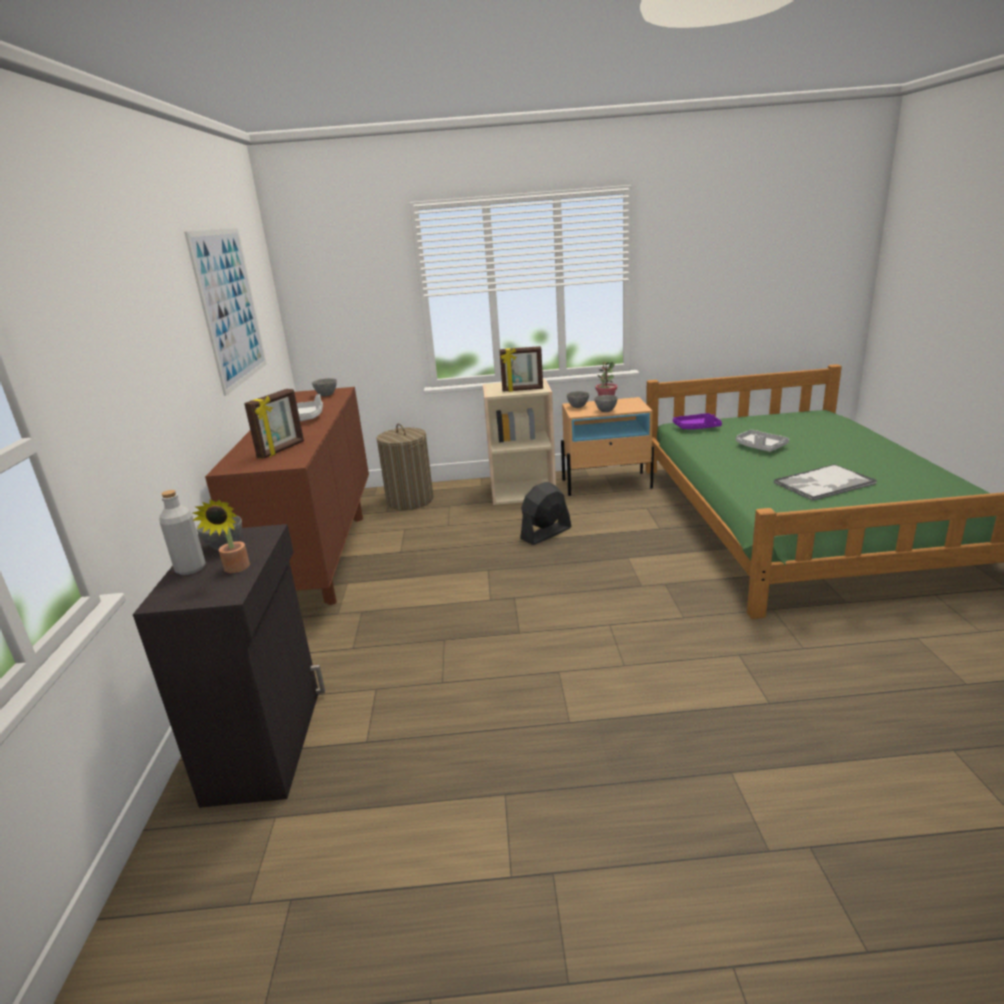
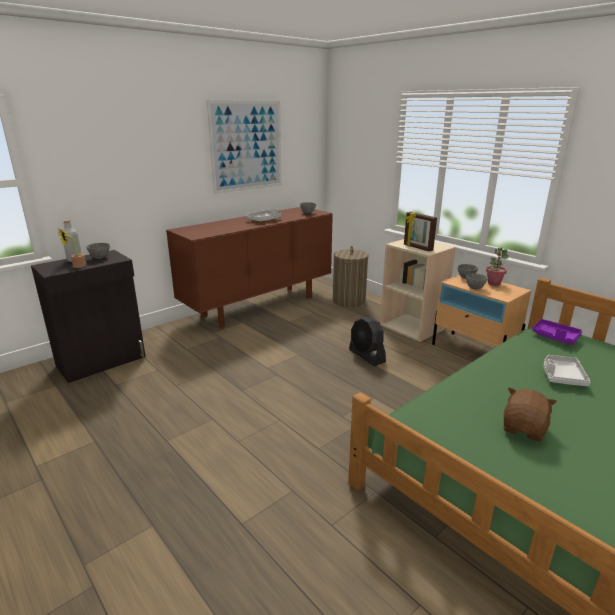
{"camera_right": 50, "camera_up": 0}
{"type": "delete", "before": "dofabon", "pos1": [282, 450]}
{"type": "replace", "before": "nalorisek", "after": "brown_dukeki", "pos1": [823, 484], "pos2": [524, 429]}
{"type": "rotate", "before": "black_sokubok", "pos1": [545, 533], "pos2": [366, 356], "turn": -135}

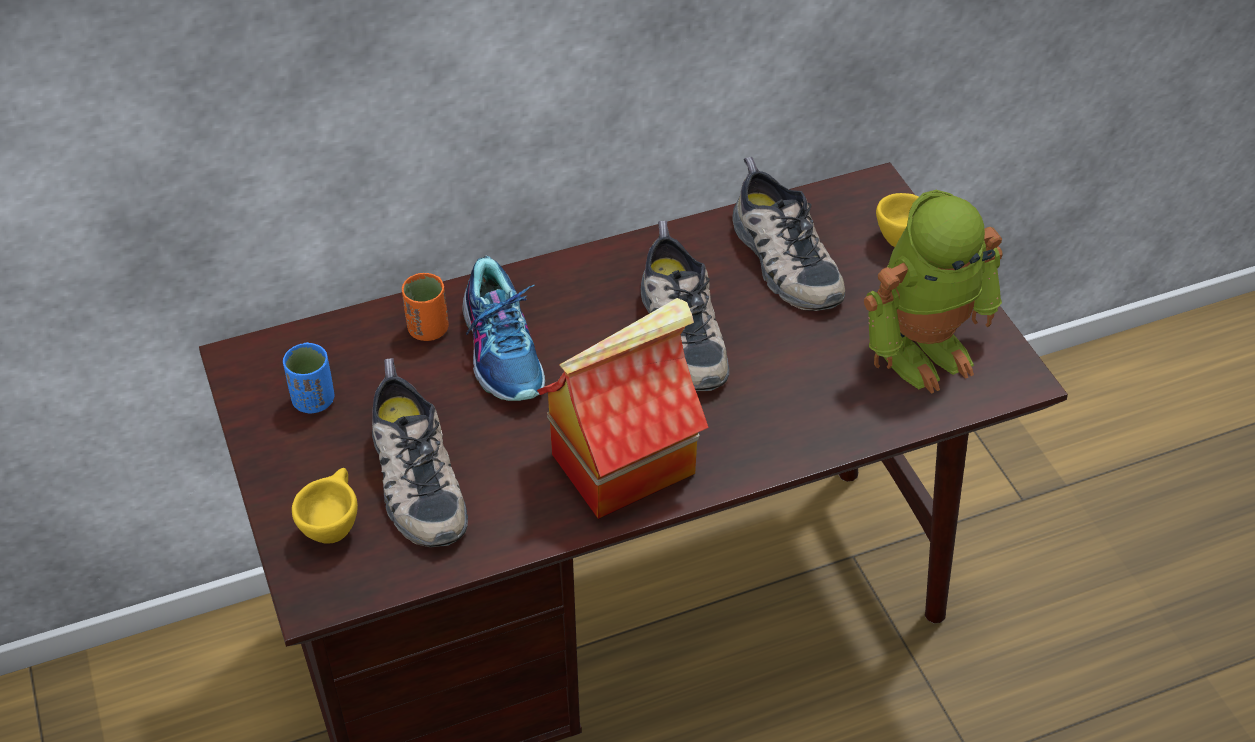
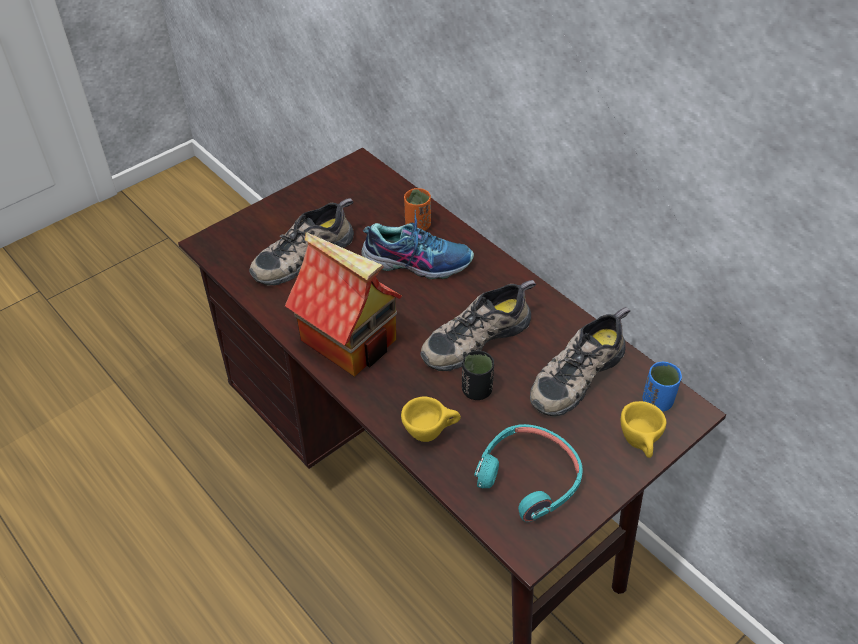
{"camera_right": 70, "camera_up": 0}
{"type": "replace", "before": "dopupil", "after": "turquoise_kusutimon", "pos1": [923, 349], "pos2": [528, 478]}
{"type": "rotate", "before": "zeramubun", "pos1": [504, 350], "pos2": [417, 261], "turn": -135}
{"type": "move", "before": "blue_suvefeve", "pos1": [314, 400], "pos2": [657, 401]}
{"type": "move", "before": "yellow_suvefeve", "pos1": [333, 525], "pos2": [430, 432]}
{"type": "insert", "after": "black_suvefeve", "pos2": [476, 390]}

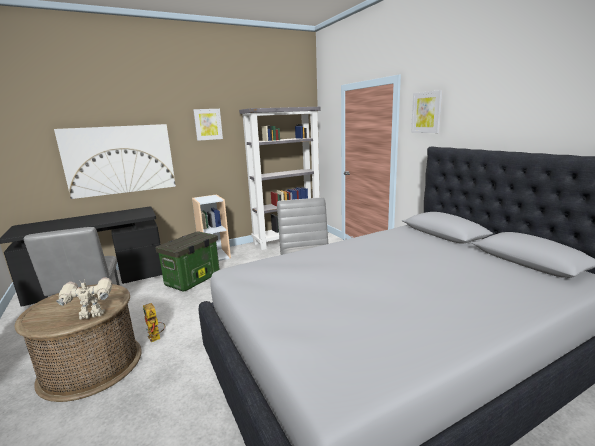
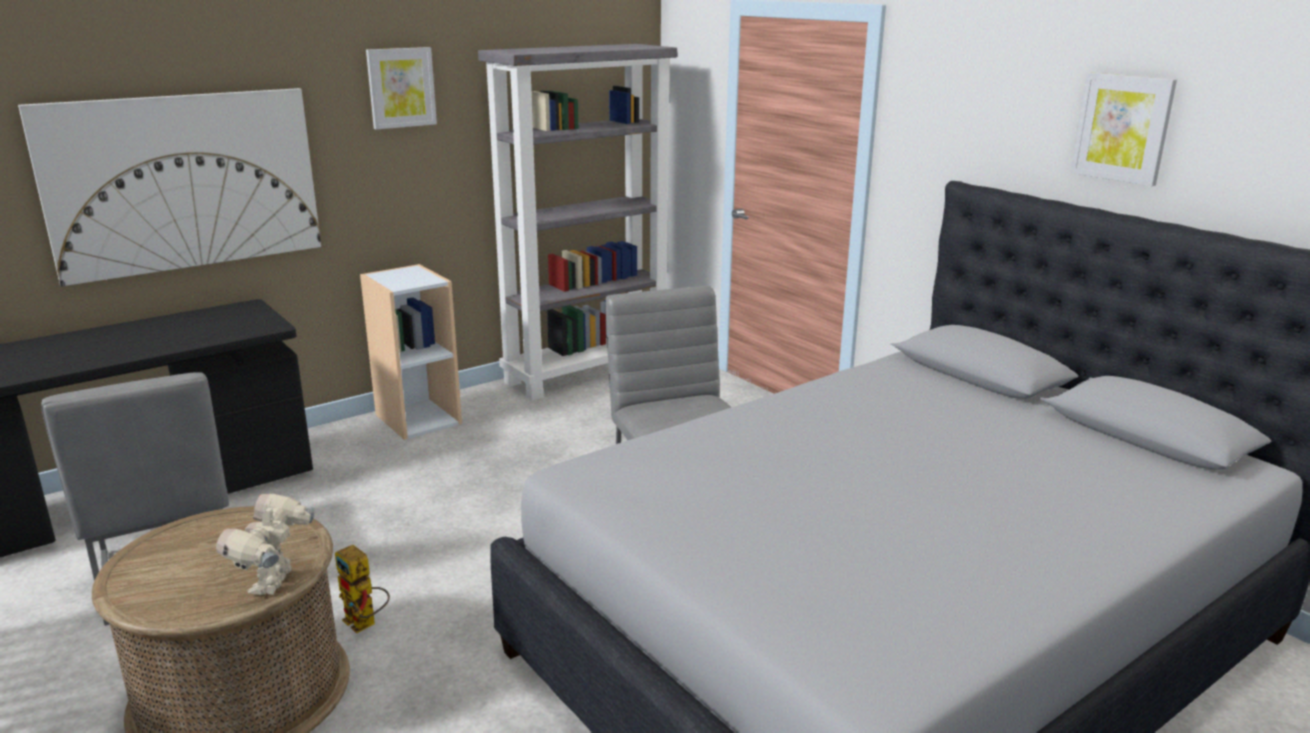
{"camera_right": -10, "camera_up": 5}
{"type": "move", "before": "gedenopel", "pos1": [426, 112], "pos2": [1122, 128]}
{"type": "delete", "before": "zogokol", "pos1": [193, 280]}
{"type": "rotate", "before": "dopupil", "pos1": [92, 316], "pos2": [275, 583], "turn": -60}

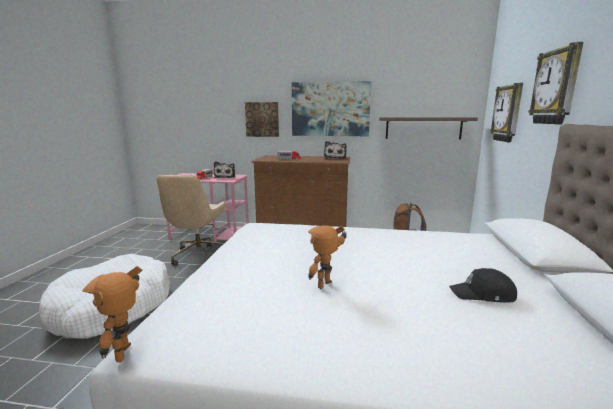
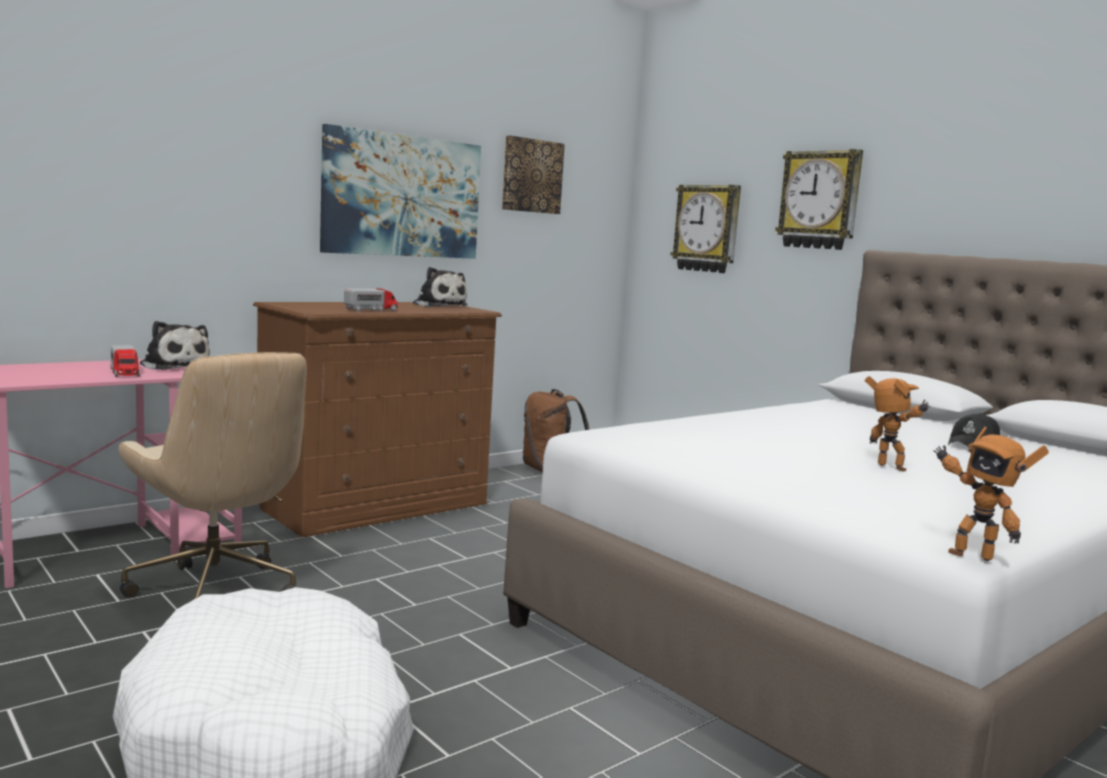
{"camera_right": -50, "camera_up": -5}
{"type": "move", "before": "gedenopel", "pos1": [262, 119], "pos2": [531, 176]}
{"type": "delete", "before": "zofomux", "pos1": [423, 128]}
{"type": "rotate", "before": "dopupil", "pos1": [327, 286], "pos2": [889, 468], "turn": 150}

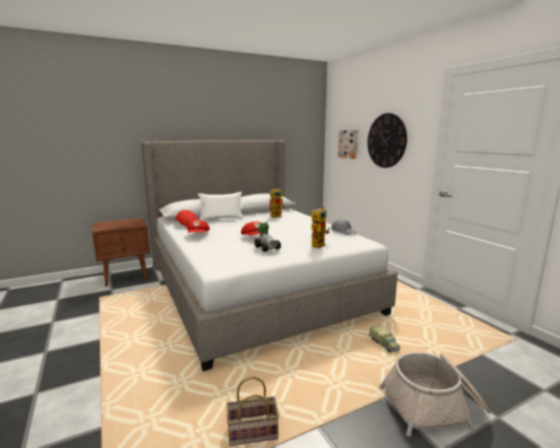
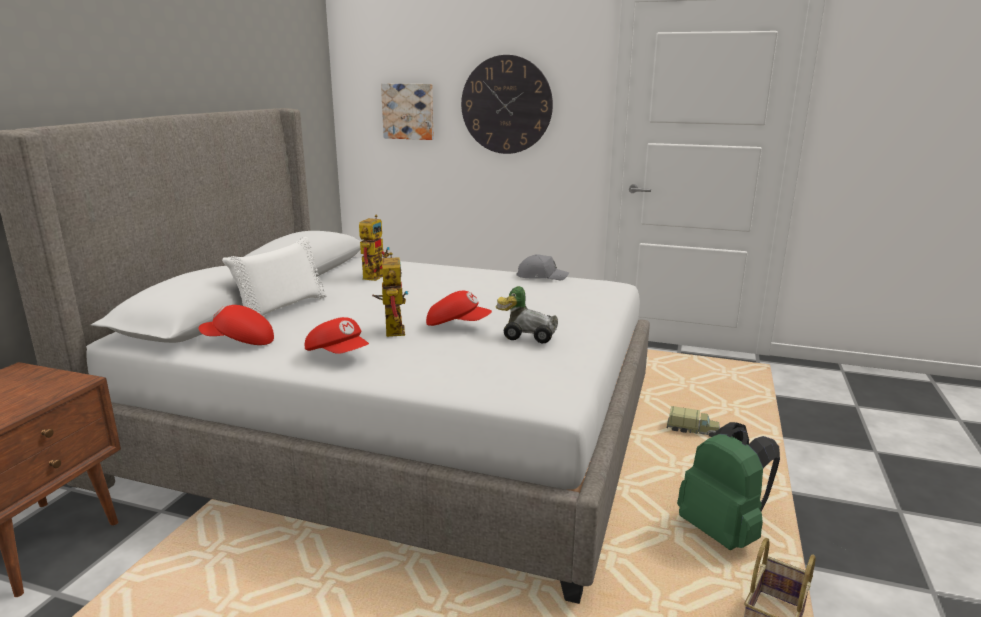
{"camera_right": -45, "camera_up": 5}
{"type": "move", "before": "dopupil", "pos1": [318, 244], "pos2": [391, 329]}
{"type": "delete", "before": "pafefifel", "pos1": [434, 406]}
{"type": "insert", "after": "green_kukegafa", "pos2": [723, 532]}

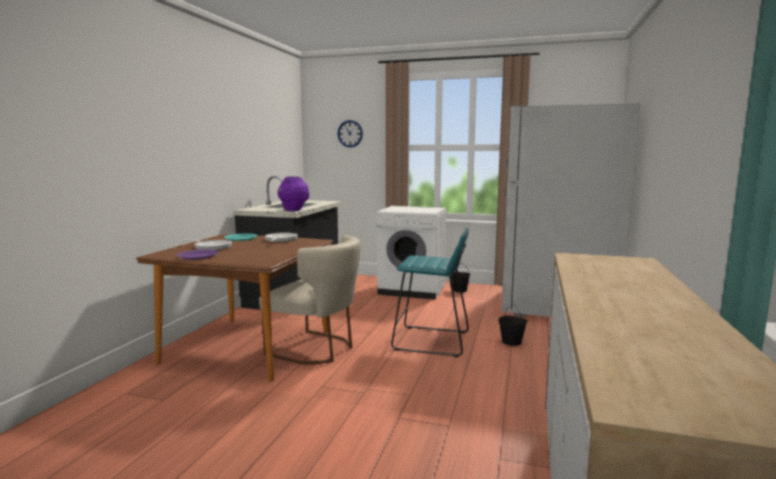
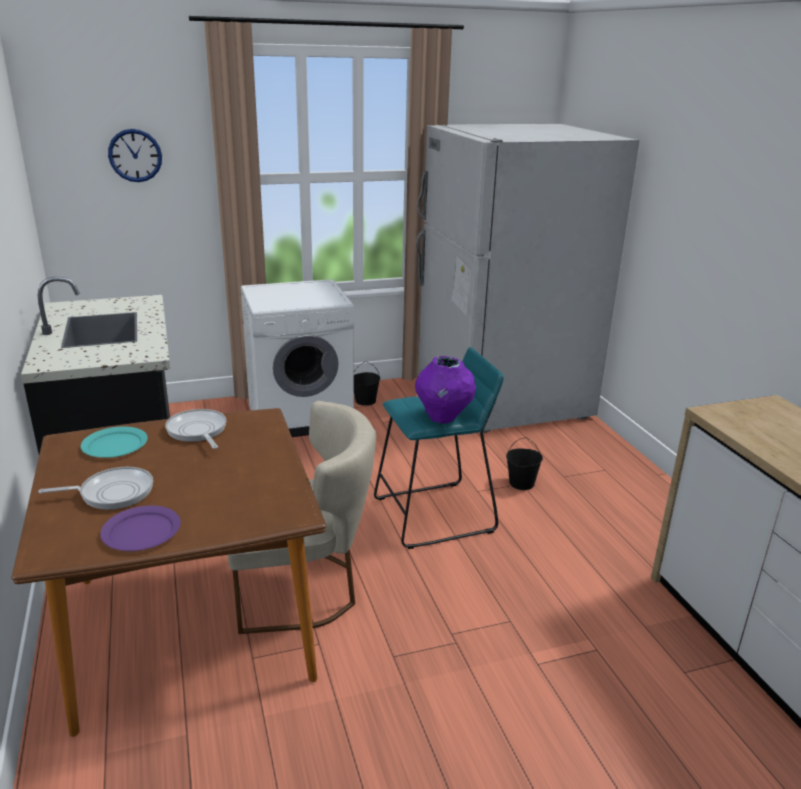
{"camera_right": -35, "camera_up": 15}
{"type": "move", "before": "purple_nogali", "pos1": [293, 210], "pos2": [443, 417]}

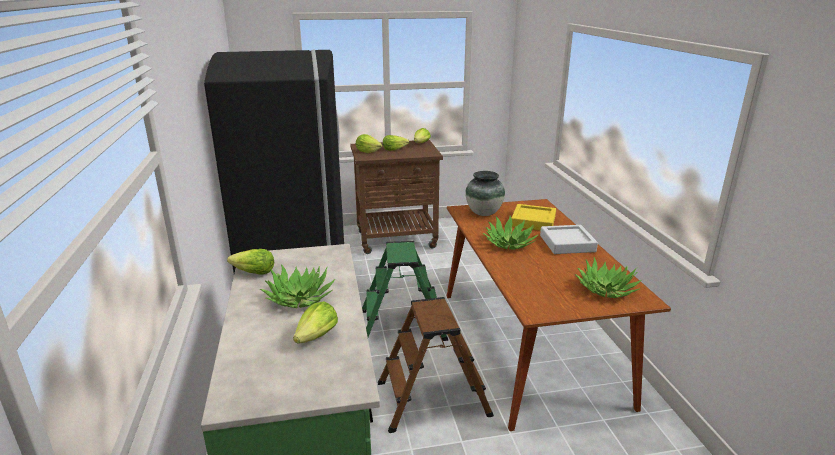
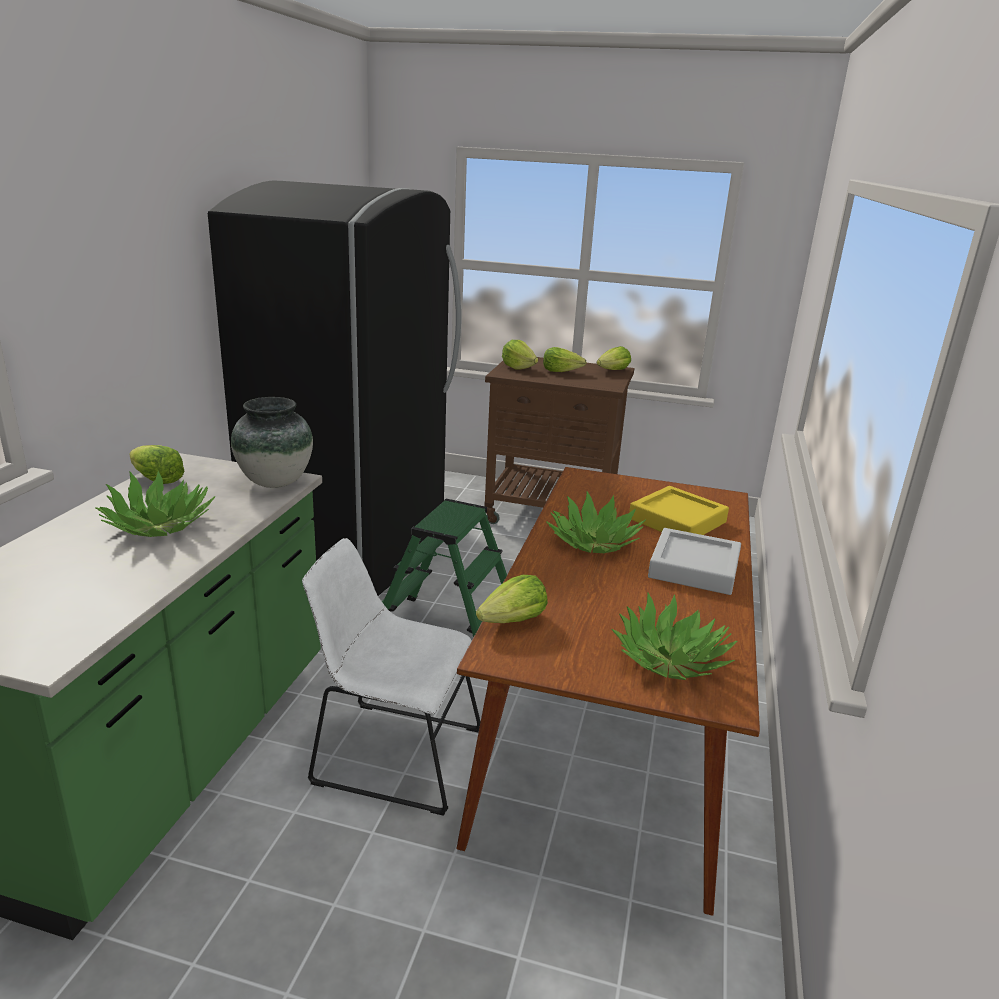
{"camera_right": 25, "camera_up": 0}
{"type": "move", "before": "nogali", "pos1": [484, 213], "pos2": [276, 482]}
{"type": "replace", "before": "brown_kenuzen", "after": "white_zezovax", "pos1": [433, 398], "pos2": [391, 753]}
{"type": "move", "before": "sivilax", "pos1": [317, 336], "pos2": [513, 621]}

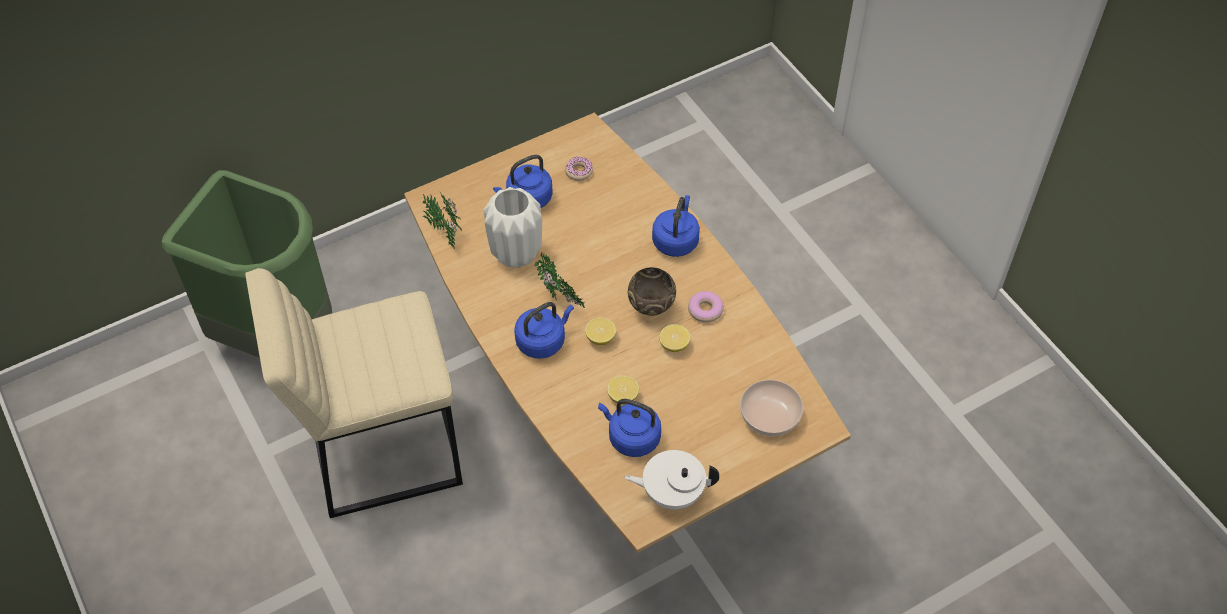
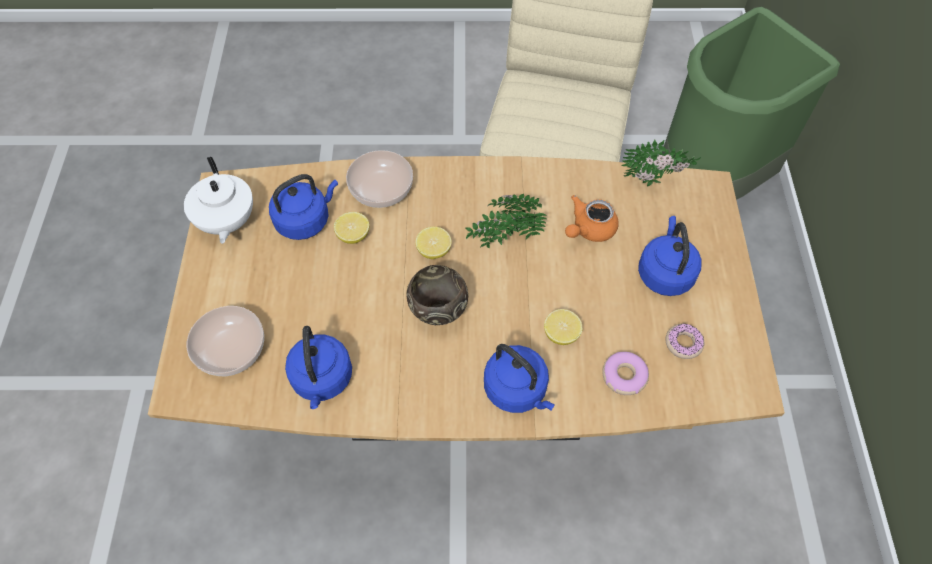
{"camera_right": 120, "camera_up": 5}
{"type": "replace", "before": "white_nogali", "after": "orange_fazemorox", "pos1": [517, 254], "pos2": [589, 229]}
{"type": "move", "before": "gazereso", "pos1": [705, 310], "pos2": [624, 376]}
{"type": "move", "before": "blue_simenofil", "pos1": [543, 341], "pos2": [322, 380]}
{"type": "move", "before": "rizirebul", "pos1": [674, 345], "pos2": [561, 334]}
{"type": "rotate", "before": "white_fazemorox", "pos1": [672, 493], "pos2": [226, 222], "turn": 135}
{"type": "insert", "after": "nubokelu", "pos2": [380, 189]}

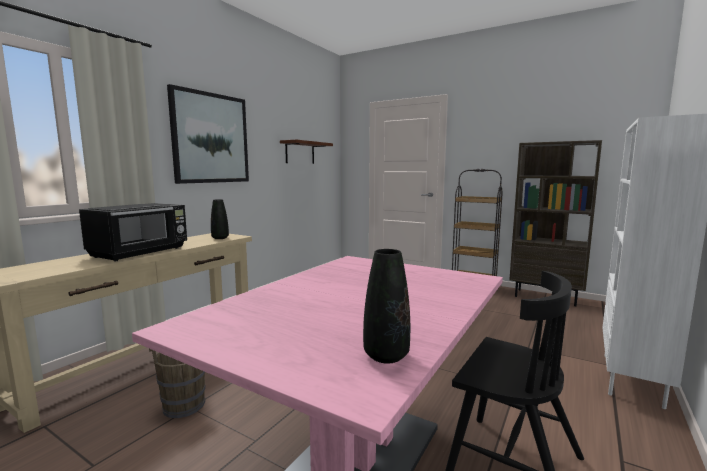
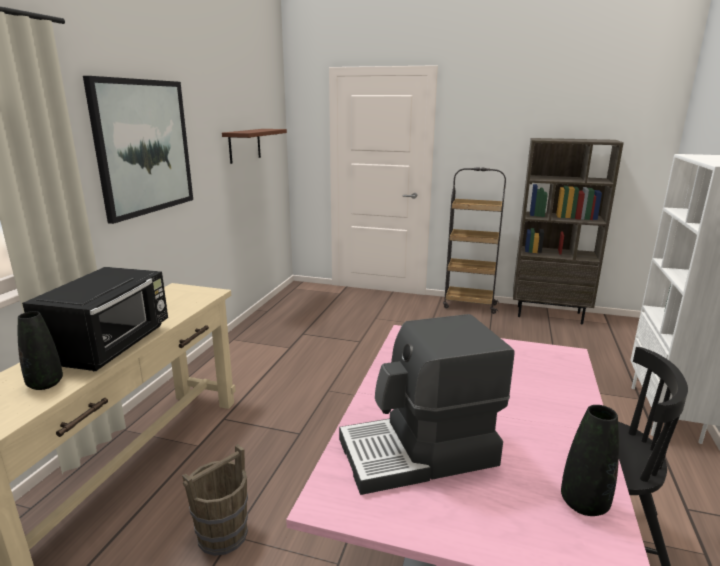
{"camera_right": -15, "camera_up": 10}
{"type": "move", "before": "black_nogali", "pos1": [220, 238], "pos2": [45, 384]}
{"type": "insert", "after": "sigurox", "pos2": [419, 453]}

